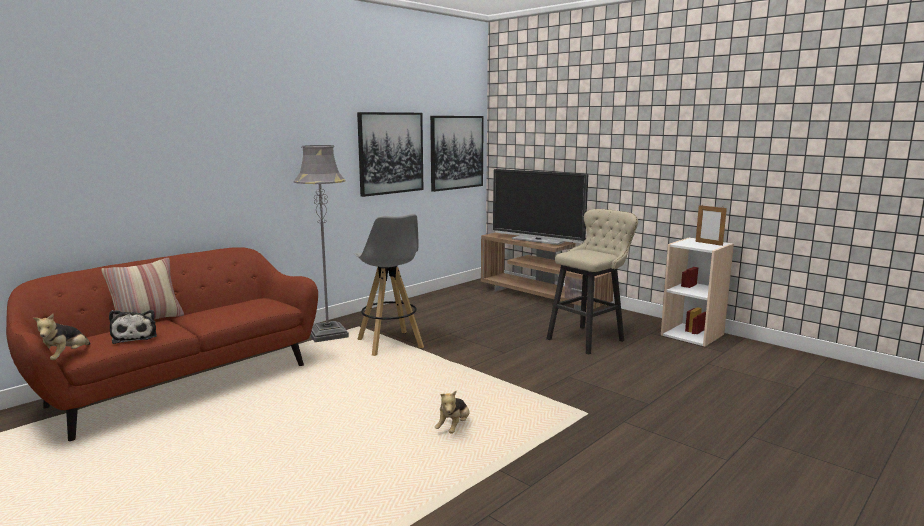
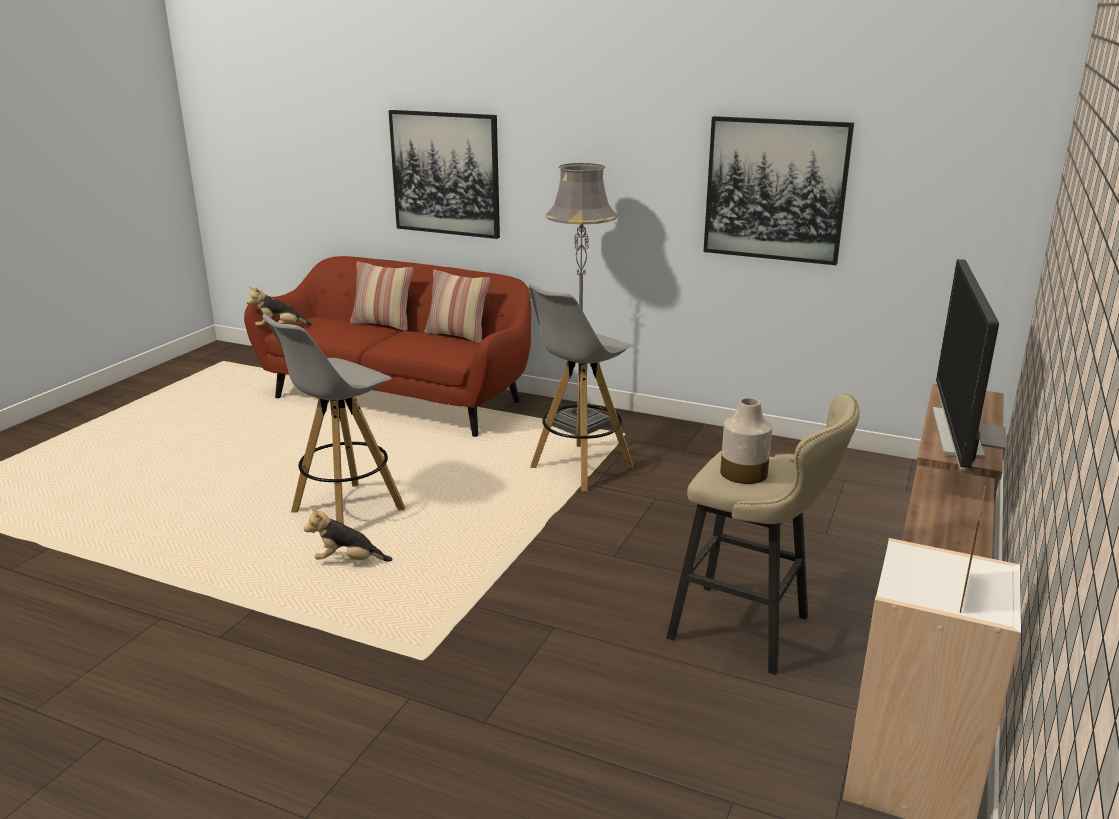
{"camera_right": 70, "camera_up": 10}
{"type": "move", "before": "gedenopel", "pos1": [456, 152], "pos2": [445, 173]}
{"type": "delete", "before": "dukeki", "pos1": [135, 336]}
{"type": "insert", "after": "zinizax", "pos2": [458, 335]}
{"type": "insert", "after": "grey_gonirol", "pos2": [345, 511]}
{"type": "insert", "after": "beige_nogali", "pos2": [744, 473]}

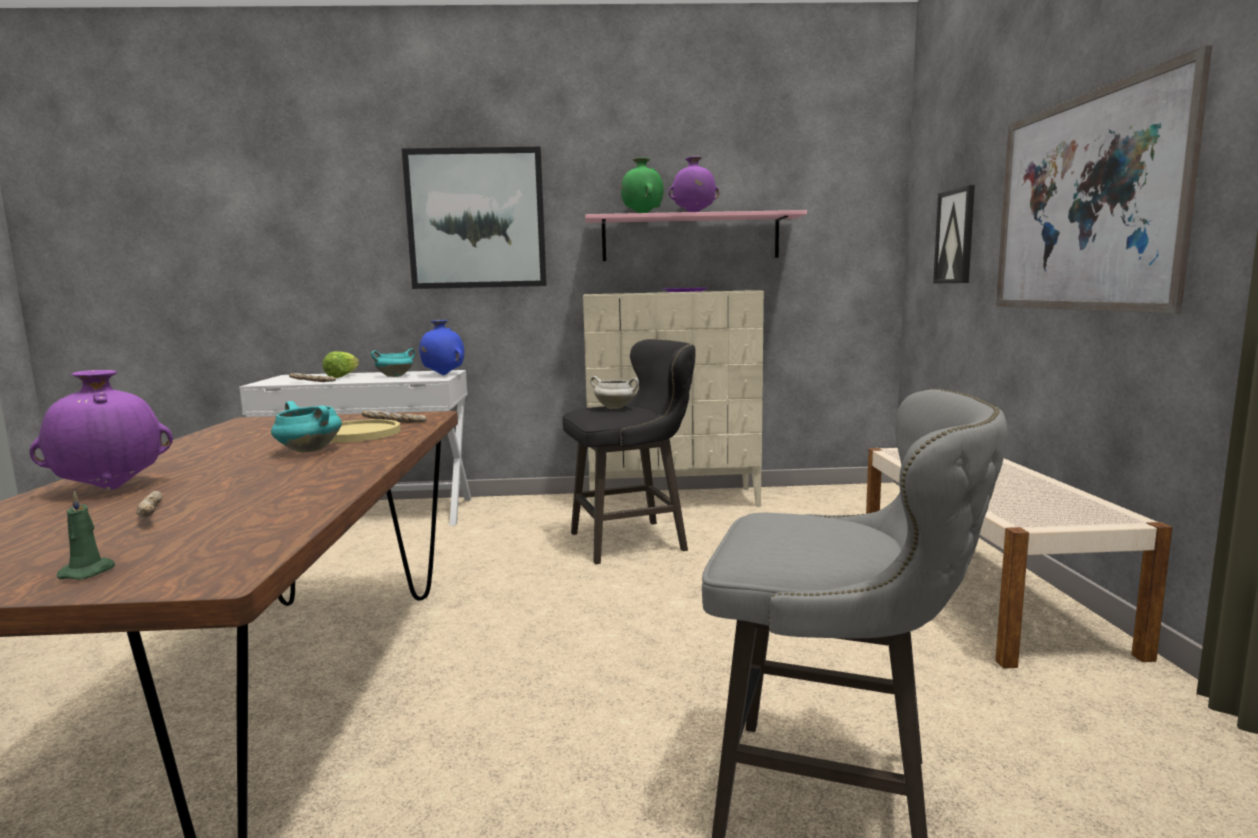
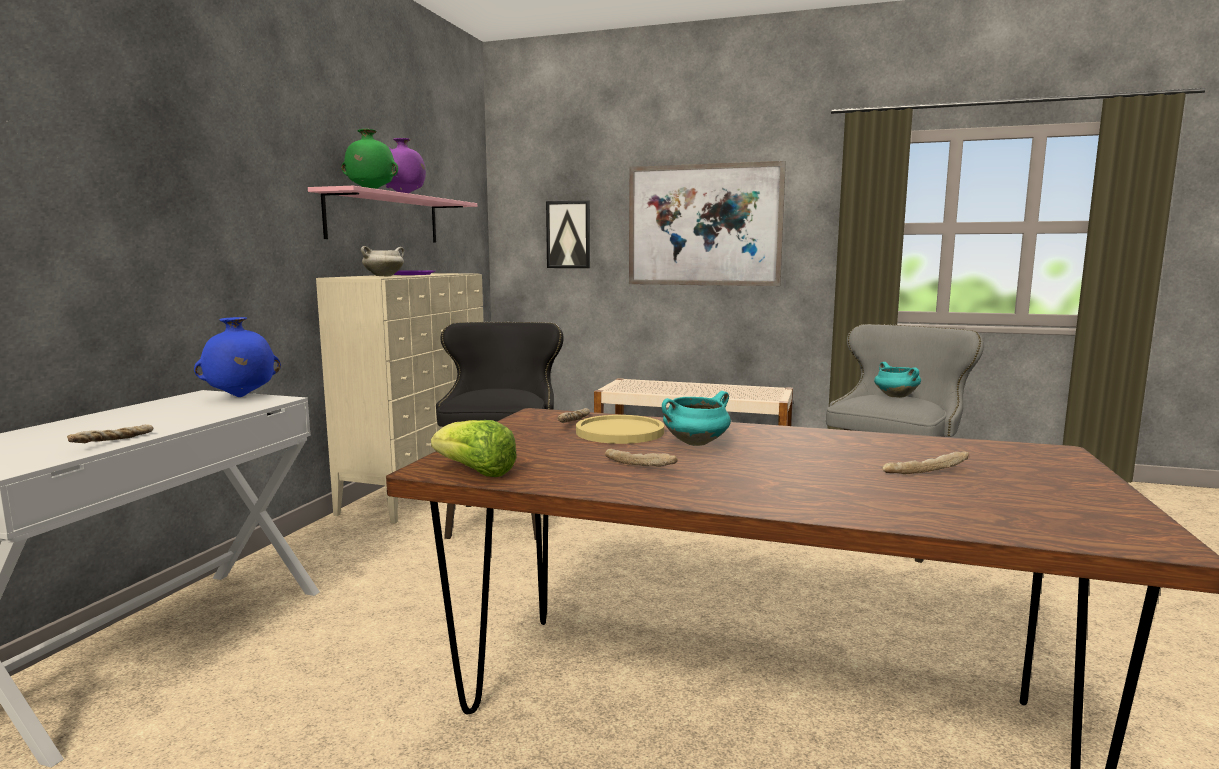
{"camera_right": -70, "camera_up": 0}
{"type": "delete", "before": "gedenopel", "pos1": [476, 219]}
{"type": "move", "before": "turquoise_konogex", "pos1": [395, 376], "pos2": [895, 396]}
{"type": "move", "before": "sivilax", "pos1": [342, 376], "pos2": [475, 472]}
{"type": "delete", "before": "purple_nogali", "pos1": [112, 488]}
{"type": "move", "before": "white_konogex", "pos1": [615, 408], "pos2": [384, 276]}
{"type": "delete", "before": "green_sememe", "pos1": [89, 572]}
{"type": "insert", "after": "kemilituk", "pos2": [639, 466]}

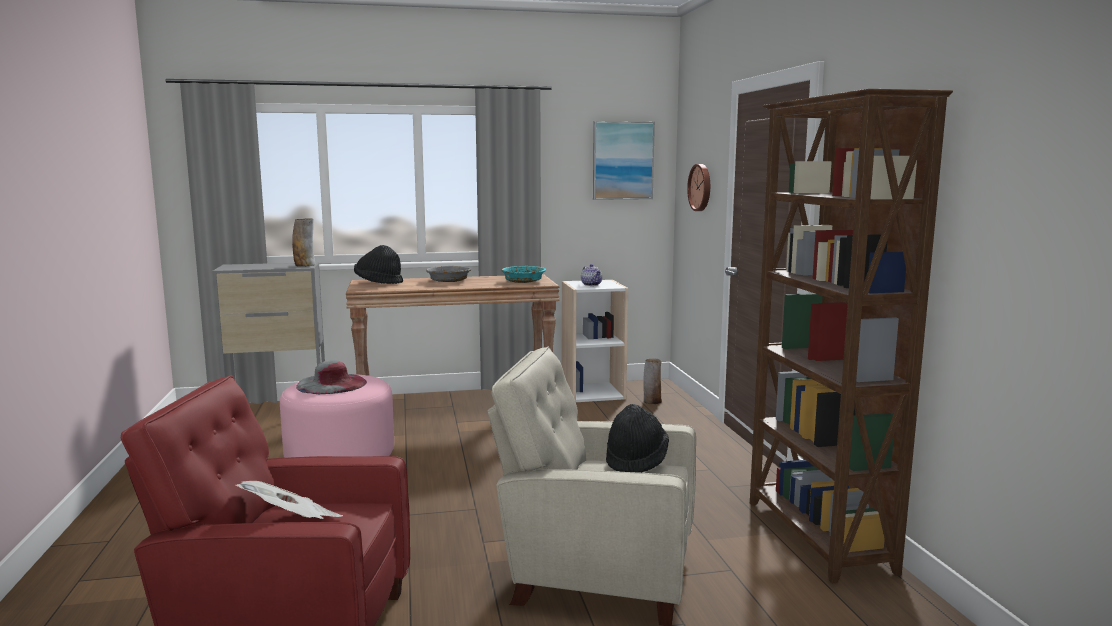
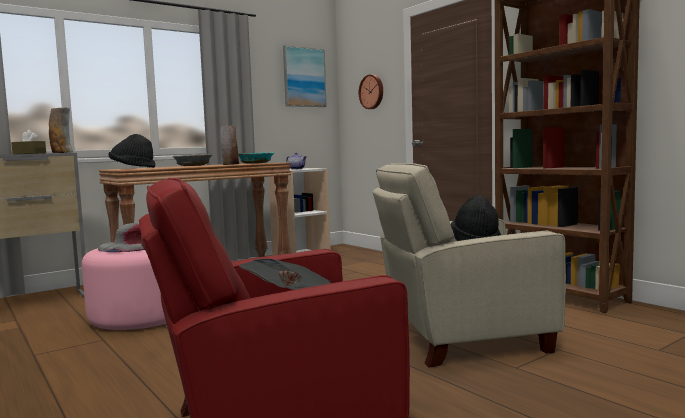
{"camera_right": -25, "camera_up": -5}
{"type": "move", "before": "nogali", "pos1": [652, 402], "pos2": [230, 164]}
{"type": "insert", "after": "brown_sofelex", "pos2": [29, 153]}

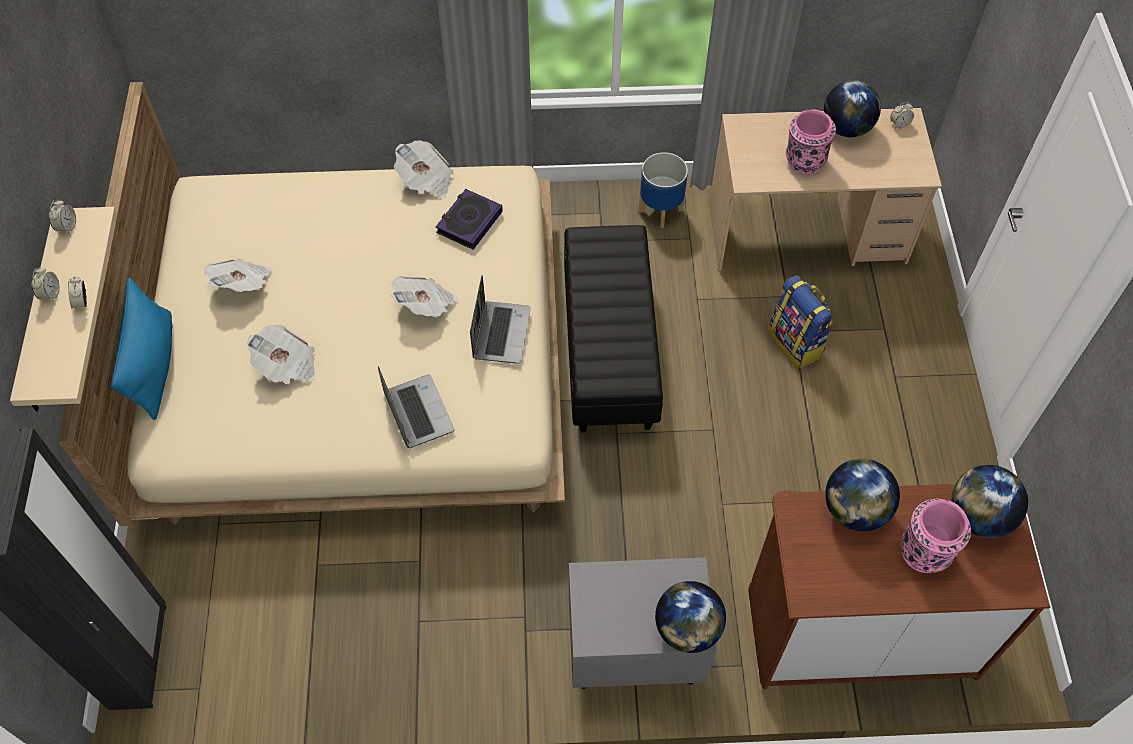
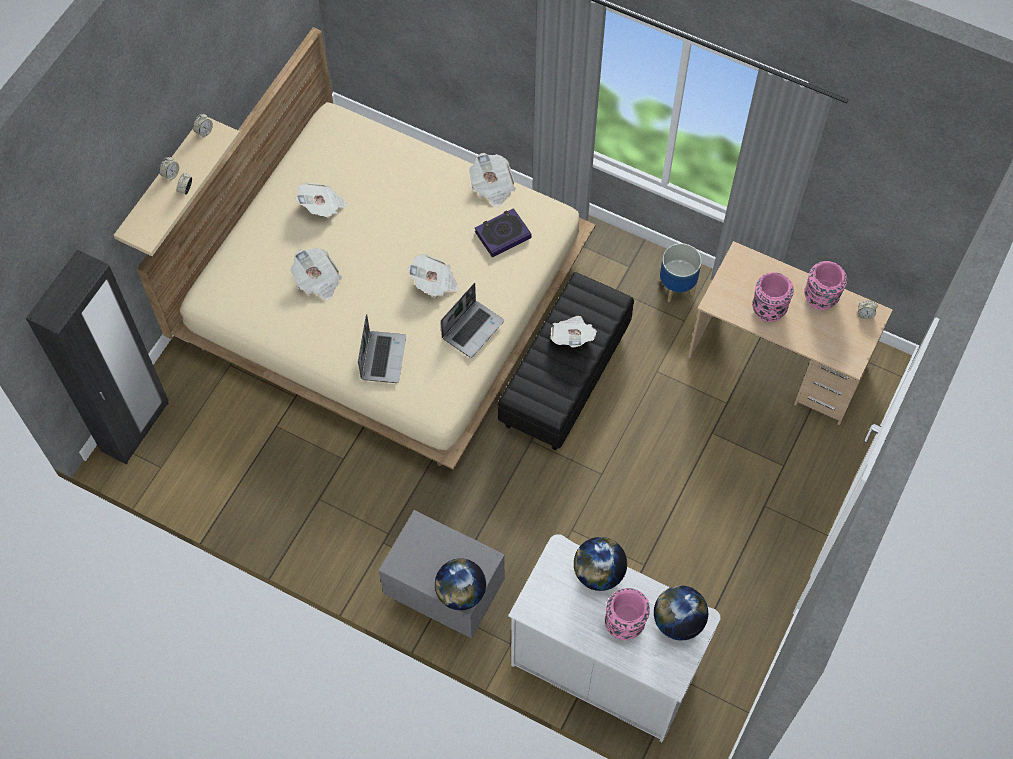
{"camera_right": 30, "camera_up": 5}
{"type": "replace", "before": "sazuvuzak", "after": "pink_nogali", "pos1": [846, 128], "pos2": [820, 298]}
{"type": "delete", "before": "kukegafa", "pos1": [796, 343]}
{"type": "delete", "before": "blue_zinizax", "pos1": [153, 365]}
{"type": "recolor", "before": "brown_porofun", "after": "white_porofun", "pos1": [858, 632], "pos2": [605, 666]}
{"type": "insert", "after": "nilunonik", "pos2": [572, 337]}

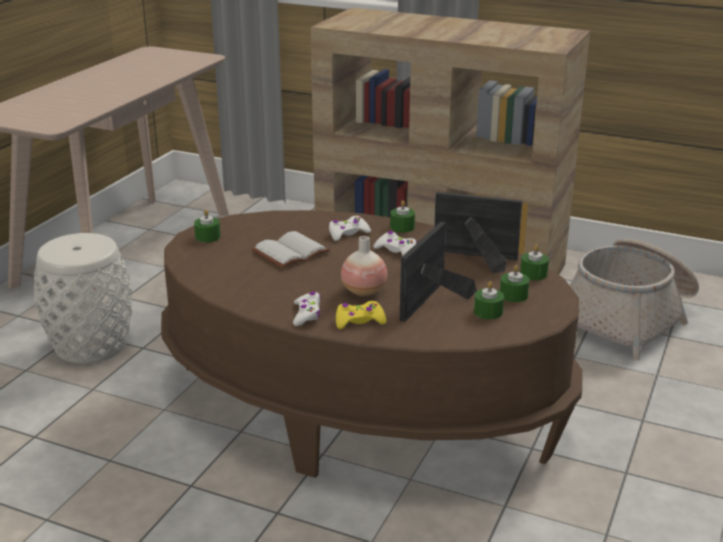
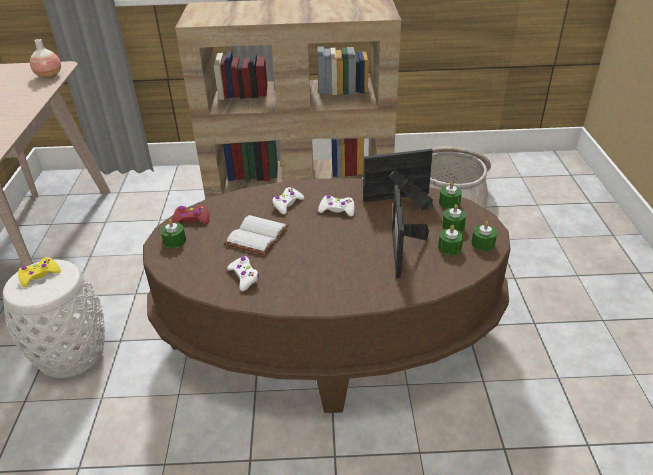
{"camera_right": -25, "camera_up": 10}
{"type": "move", "before": "green_sememe", "pos1": [402, 227], "pos2": [483, 243]}
{"type": "move", "before": "nogali", "pos1": [364, 291], "pos2": [49, 76]}
{"type": "move", "before": "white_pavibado", "pos1": [307, 314], "pos2": [244, 277]}
{"type": "move", "before": "yellow_pavibado", "pos1": [359, 321], "pos2": [39, 275]}
{"type": "insert", "after": "red_pavibado", "pos2": [192, 219]}

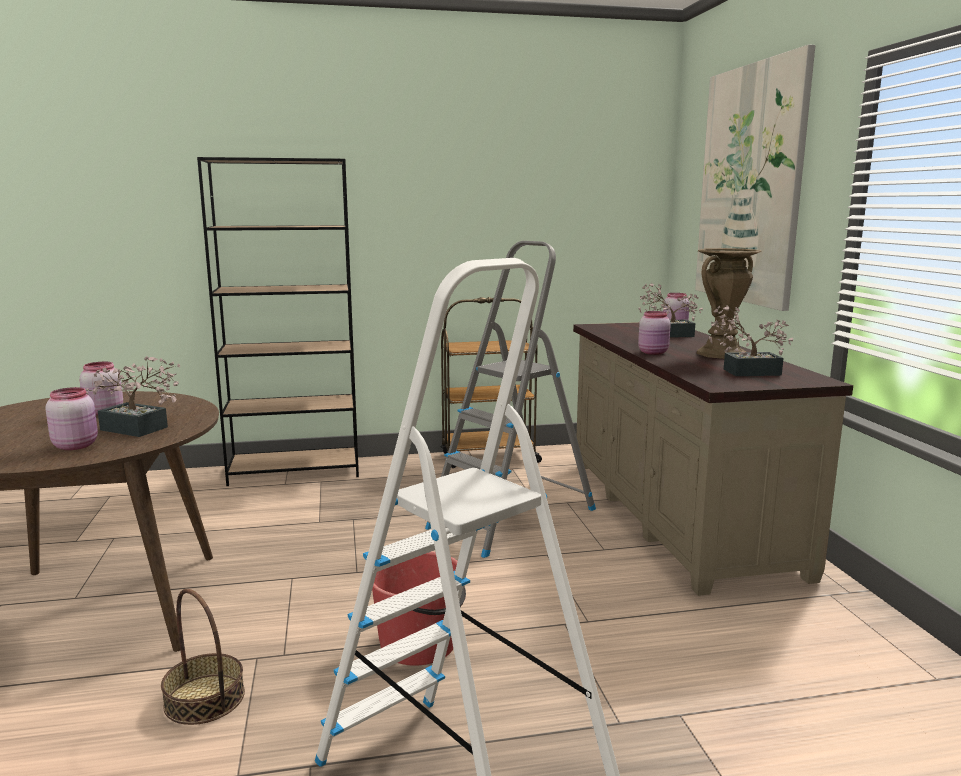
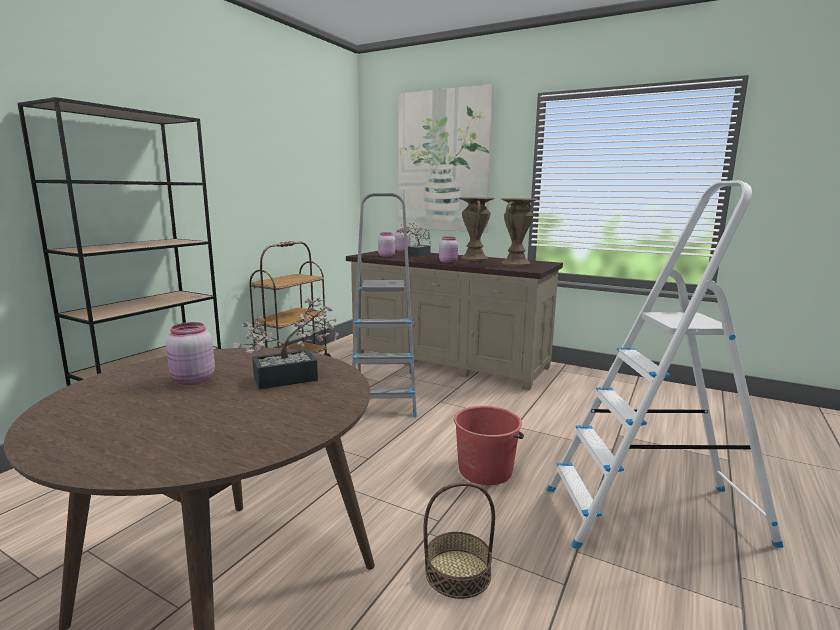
{"camera_right": -50, "camera_up": 0}
{"type": "replace", "before": "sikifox", "after": "brown_nogali", "pos1": [745, 372], "pos2": [515, 264]}
{"type": "move", "before": "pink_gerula", "pos1": [76, 445], "pos2": [386, 256]}

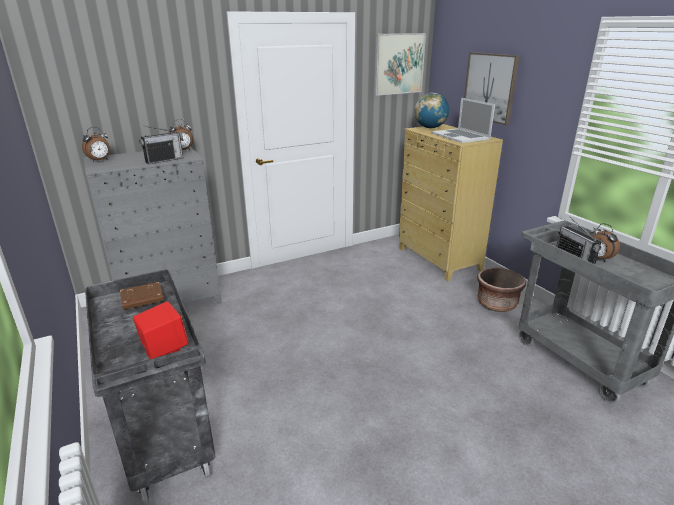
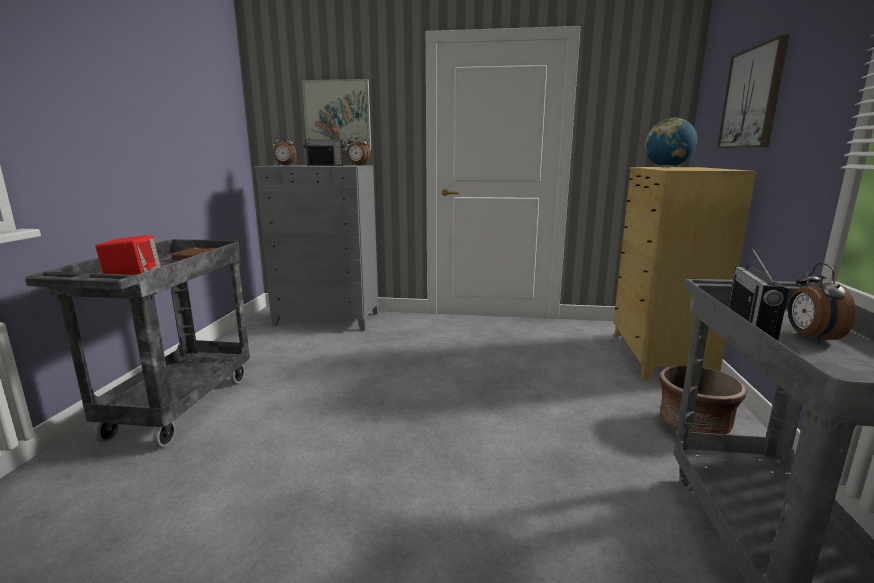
{"camera_right": 35, "camera_up": -10}
{"type": "move", "before": "gedenopel", "pos1": [399, 64], "pos2": [337, 115]}
{"type": "delete", "before": "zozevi", "pos1": [460, 136]}

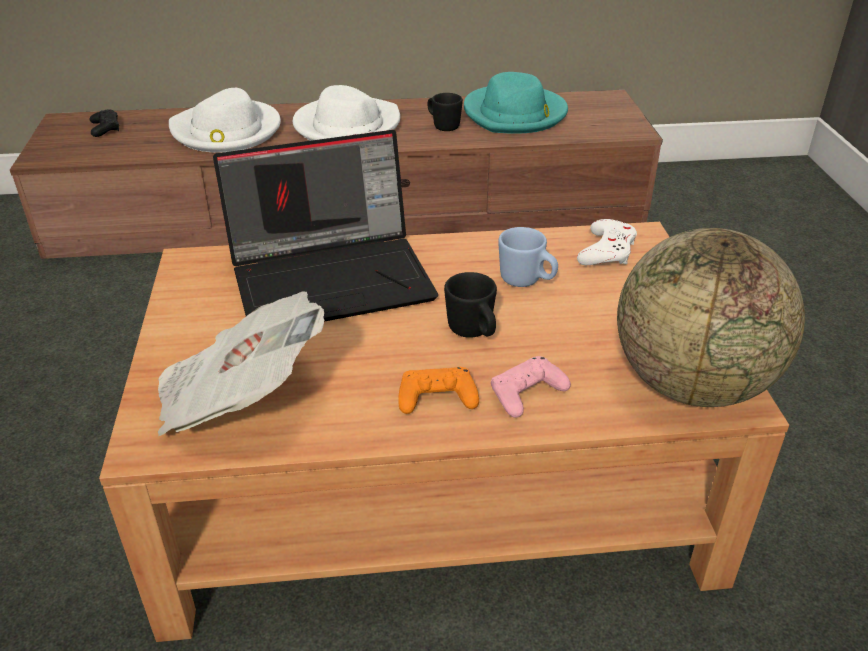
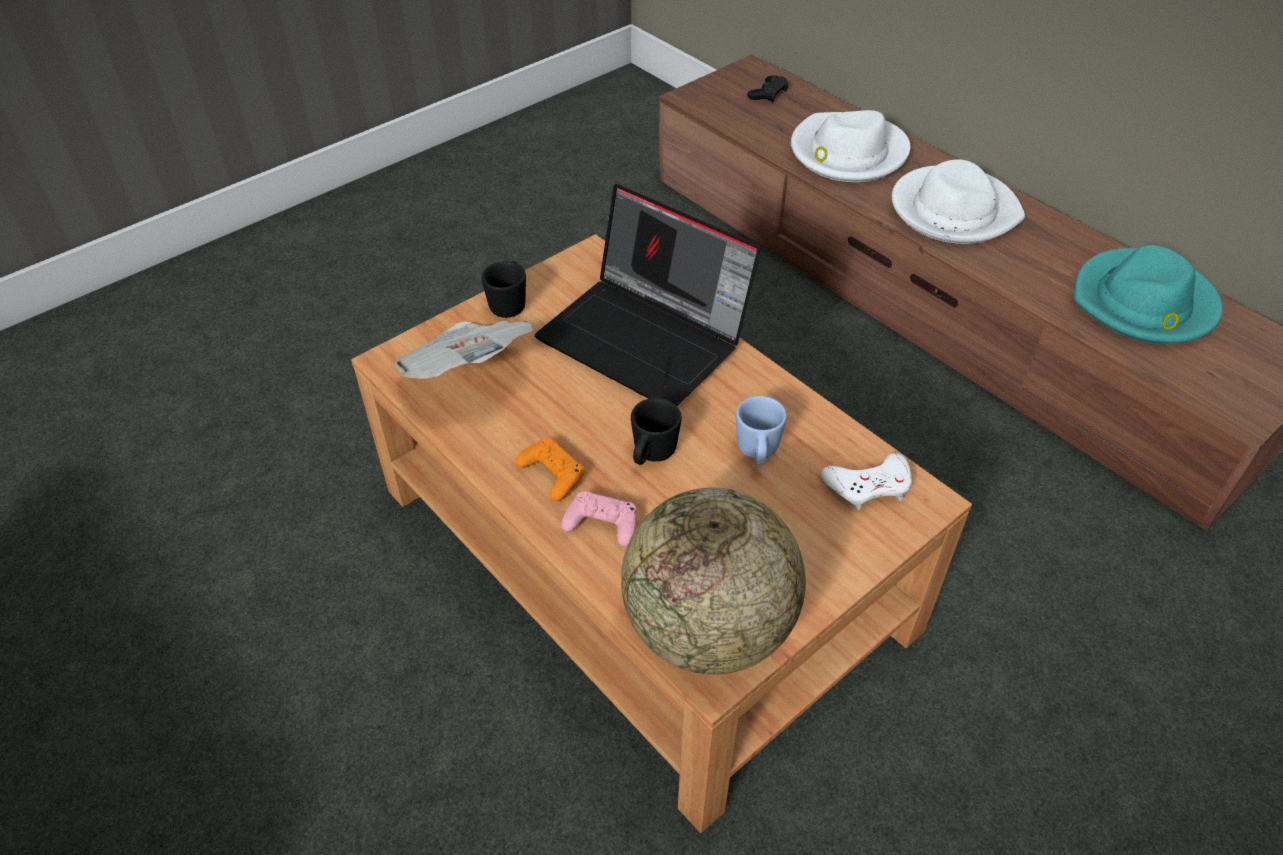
{"camera_right": 55, "camera_up": 10}
{"type": "move", "before": "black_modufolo", "pos1": [443, 126], "pos2": [509, 303]}

